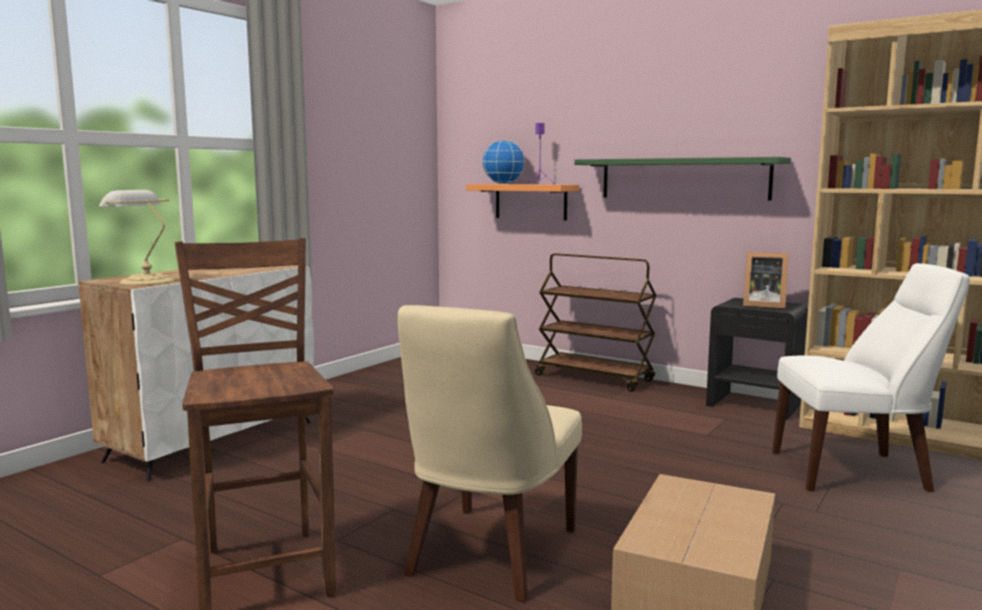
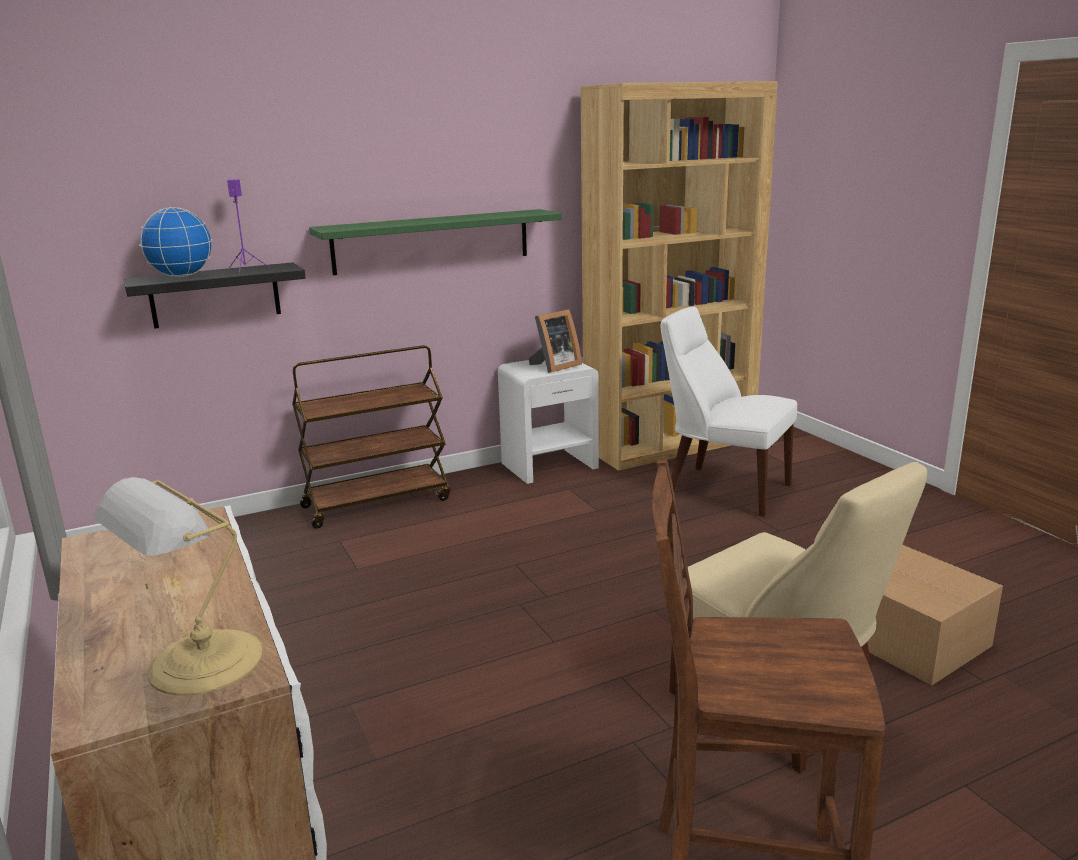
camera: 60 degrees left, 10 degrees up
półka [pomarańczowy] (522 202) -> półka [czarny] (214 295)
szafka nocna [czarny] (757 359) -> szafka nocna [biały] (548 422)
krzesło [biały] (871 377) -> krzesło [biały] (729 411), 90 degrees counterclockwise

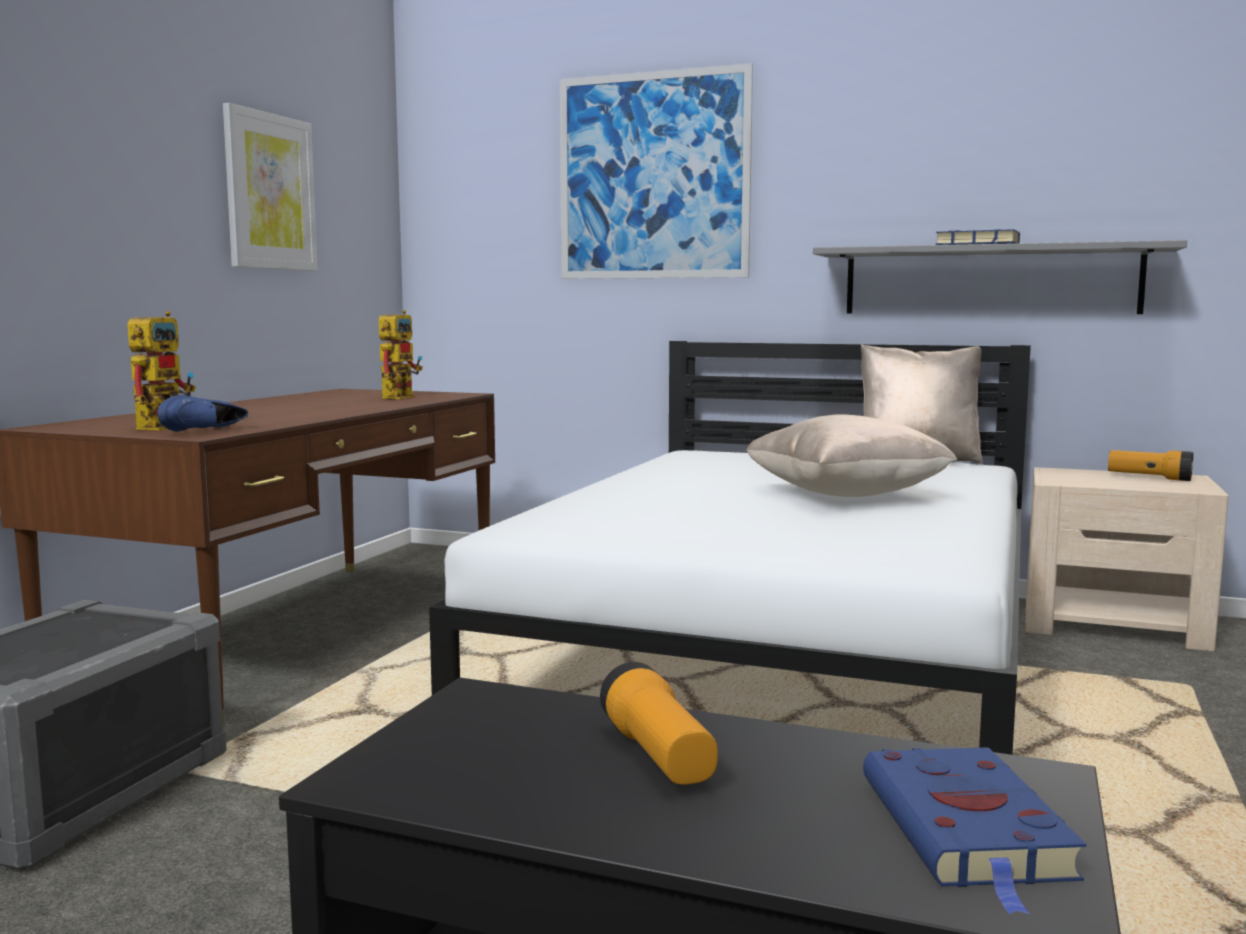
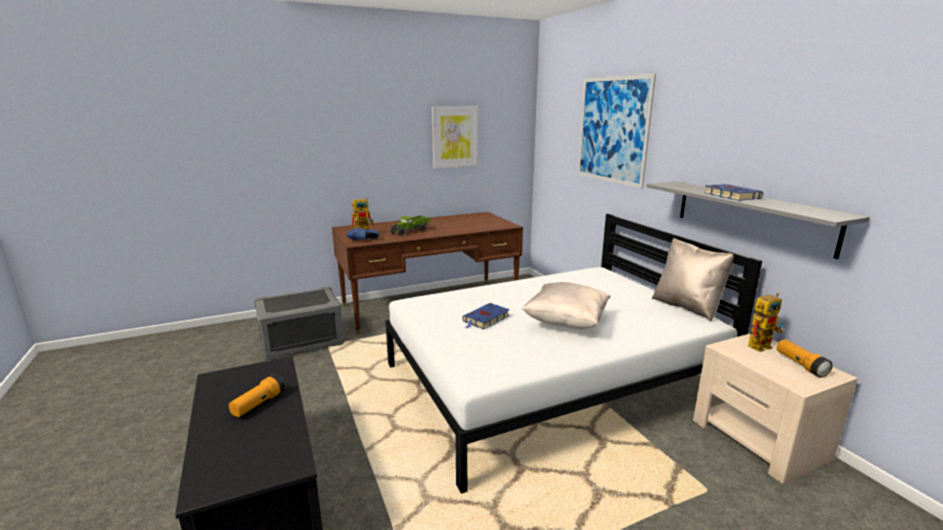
camera: 45 degrees right, 10 degrees up
none -> ciężarówka zabawkowa (410 226)
robot zabawkowy (401 354) -> robot zabawkowy (766 322), shifted
książka [niebieski] (974 830) -> książka [niebieski] (486 316), shifted

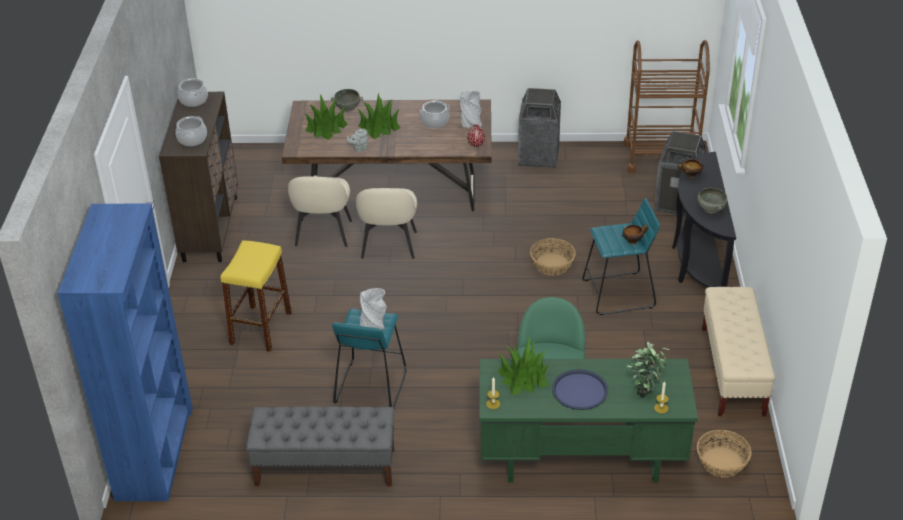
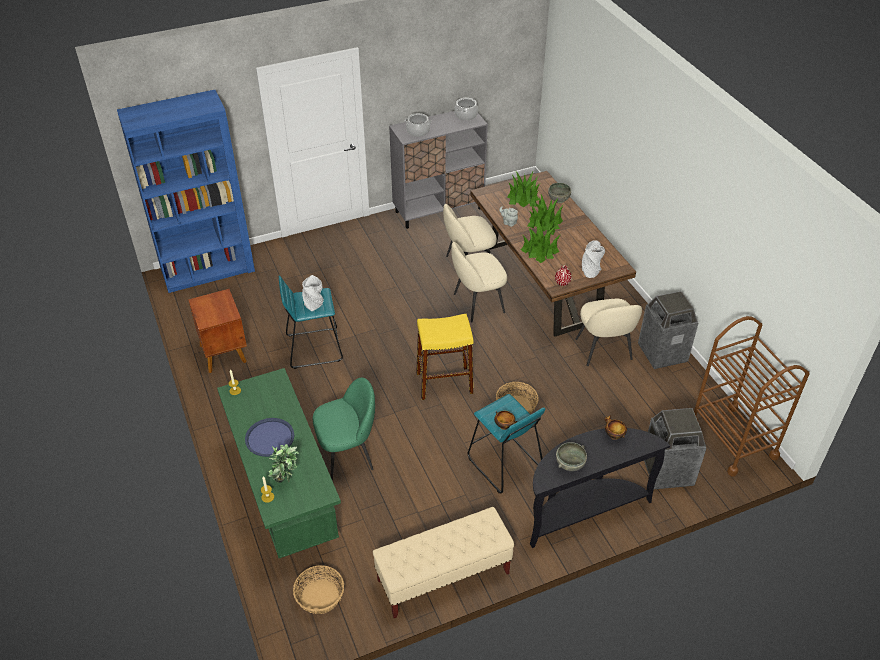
camera: 65 degrees right, 5 degrees up
garnek (434 114) -> none
none -> krzesło [beżowy] (608 332)
stołek [żółty] (256 296) -> stołek [żółty] (444 357), shifted
roślina doniczkowa (524 365) -> roślina doniczkowa (540 241), shifted
ławka [szary] (320 446) -> szafka nocna [brązowy] (217 331)
szafka [brązowy] (198 177) -> szafka [szary] (438 170)

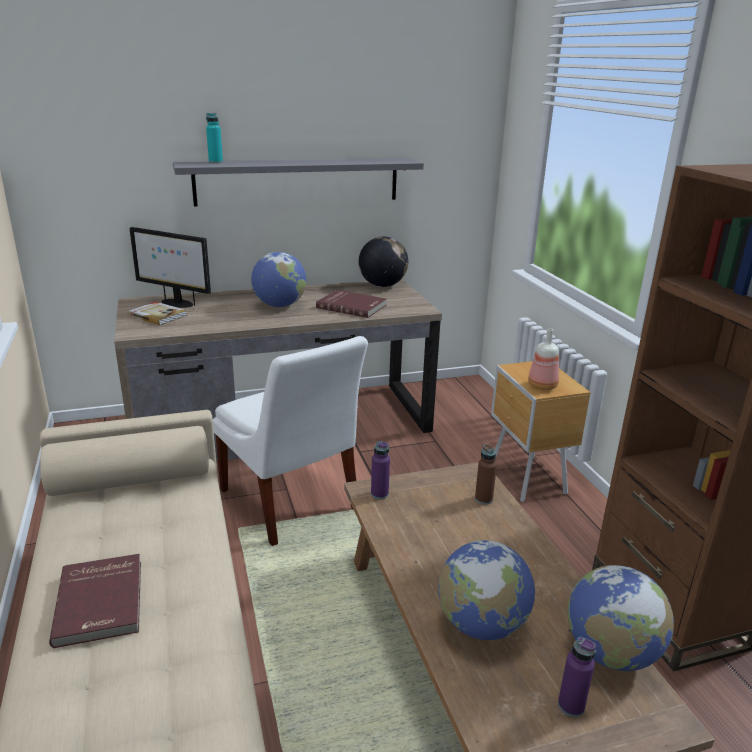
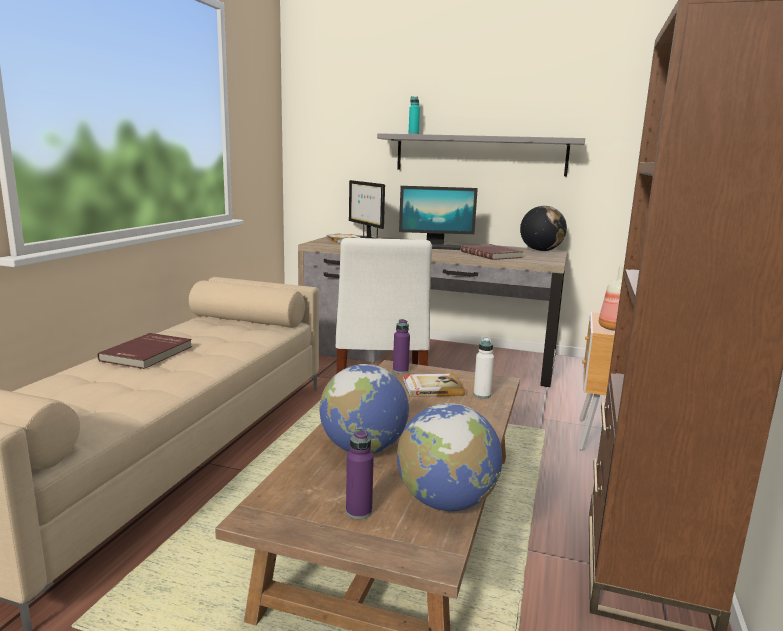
camera: 35 degrees right, 10 degrees down
none -> książka (434 385)
globus (278 279) -> monitor (438 218)
butelka [brązowy] (486 474) -> butelka [biały] (484 368)

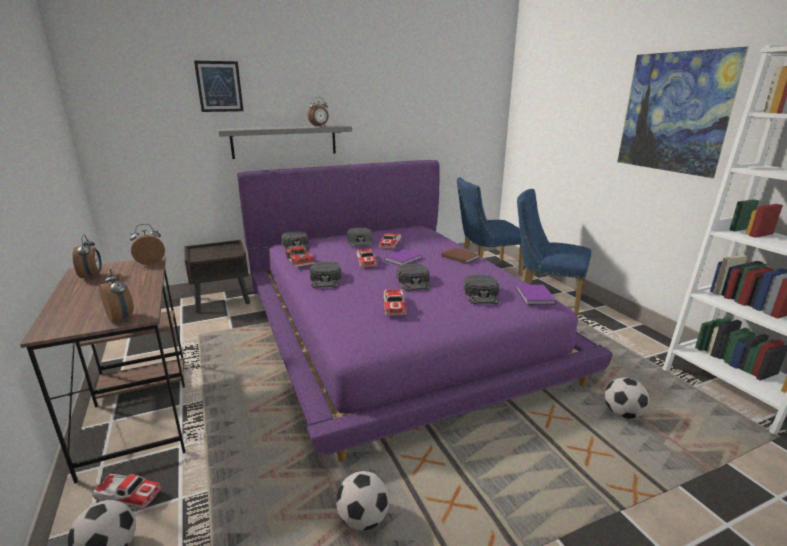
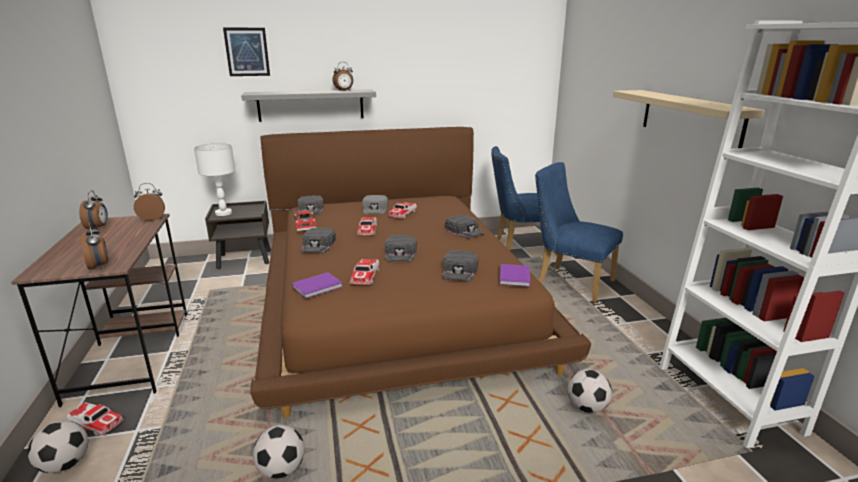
camera: 10 degrees right, 0 degrees up
none -> lampa stołowa [biały] (214 179)
książka [fioletowy] (403 257) -> książka [fioletowy] (317 285), shifted
książka [brązowy] (460 256) -> czapka z daszkiem [czarny] (465 227)
obraz (683 112) -> półka [beżowy] (689 119)
łóżko [fioletowy] (424 311) -> łóżko [brązowy] (420 272)

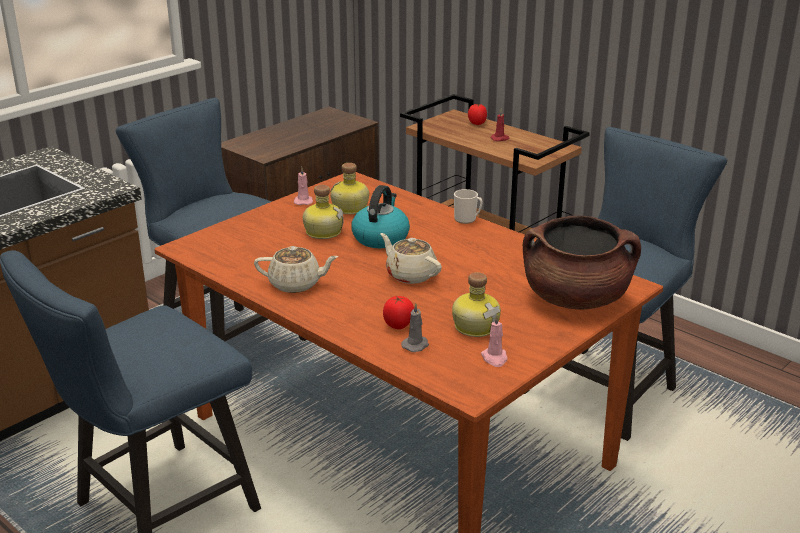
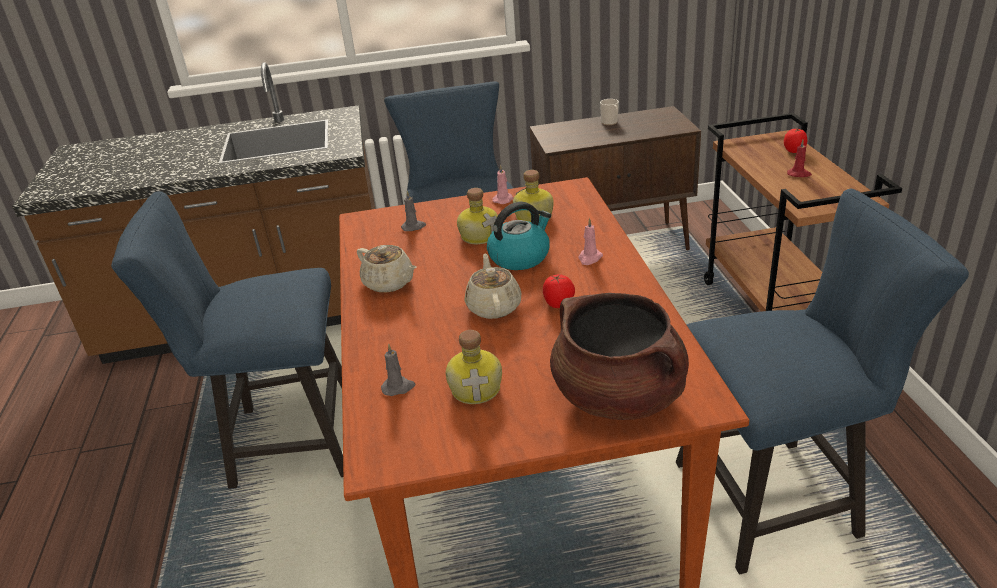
camera: 40 degrees right, 5 degrees up
none -> świeca [szary] (413 211)
pomidor (398 312) -> pomidor (559 291), shifted
kubek (468 206) -> kubek (609 112), shifted
świeca [różowy] (494 340) -> świeca [różowy] (590 241), shifted

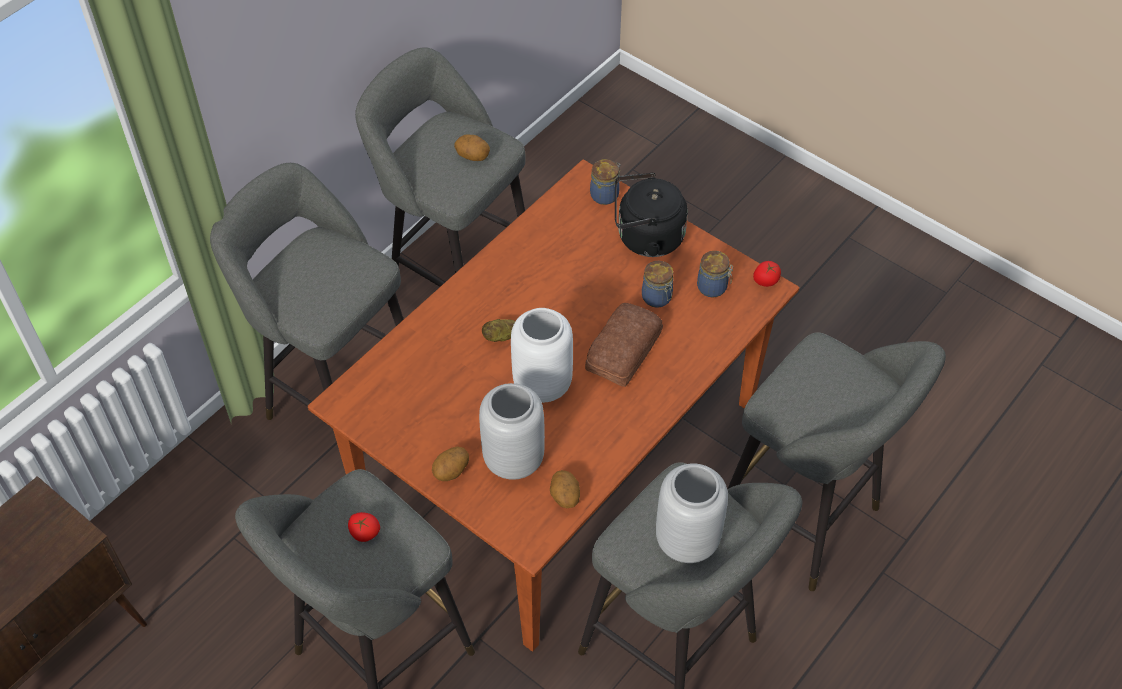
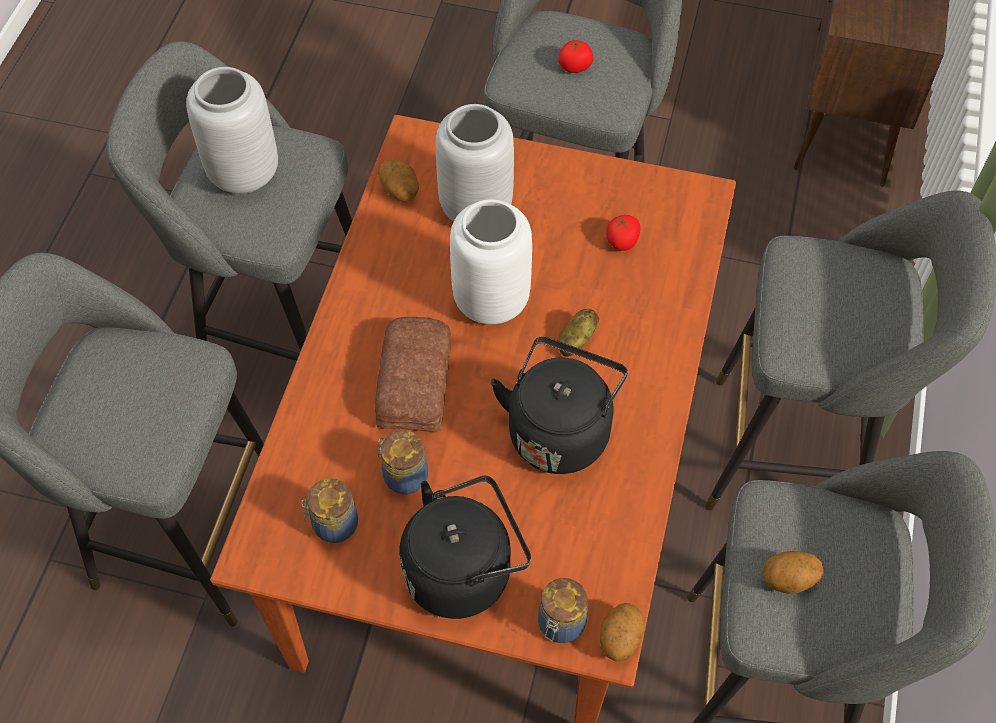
camera: 155 degrees right, 5 degrees up
none -> czajnik [czarny] (559 405)
ziemniak (450 463) -> ziemniak (622 632), shifted
pomidor (767 274) -> pomidor (623 233), shifted

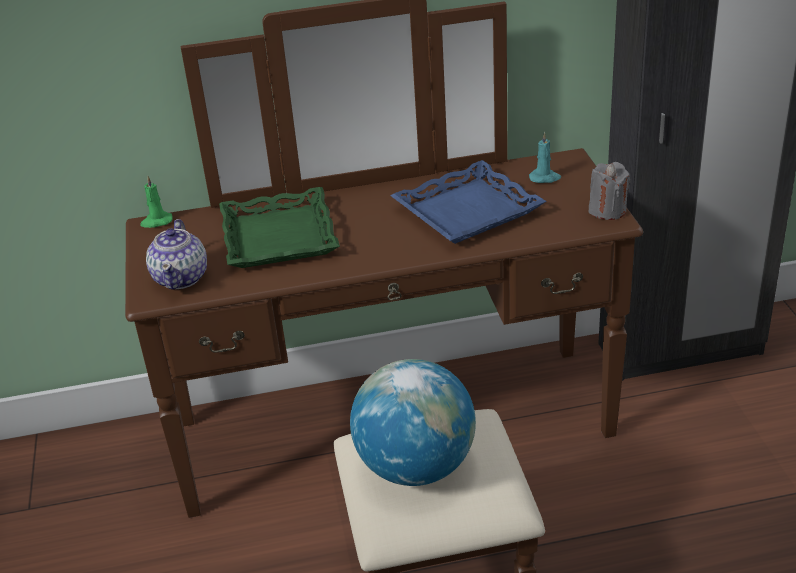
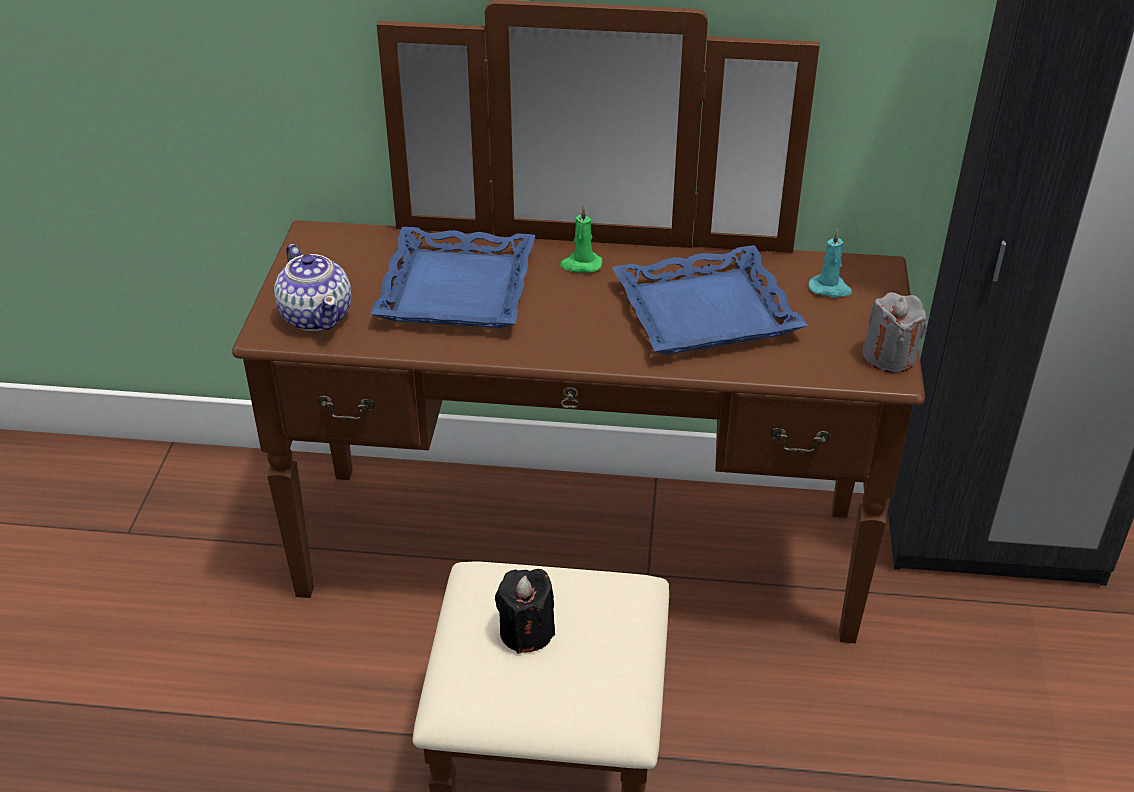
camera: 15 degrees right, 5 degrees up
świeca [zielony] (156 202) -> świeca [zielony] (581 239), shifted
globus (413 422) -> świeca [czarny] (525 611)
taca [zielony] (279 227) -> taca [niebieski] (452 277)
imbryk (176 254) -> imbryk (313 287), 45 degrees counterclockwise

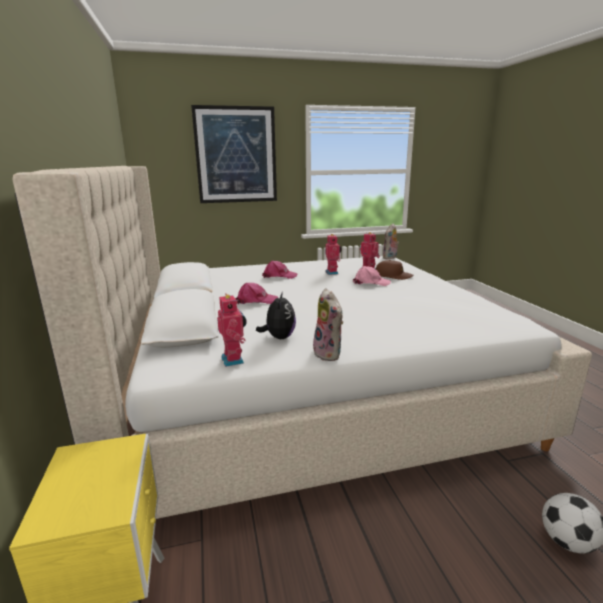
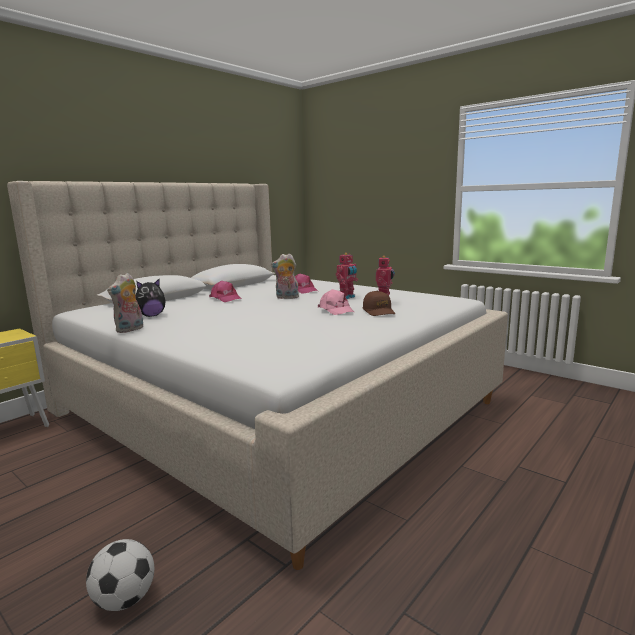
camera: 55 degrees right, 5 degrees down
obraz (234 154) -> none
robot zabawkowy (232 330) -> none
pluszak (391 242) -> pluszak (285 276), shifted

